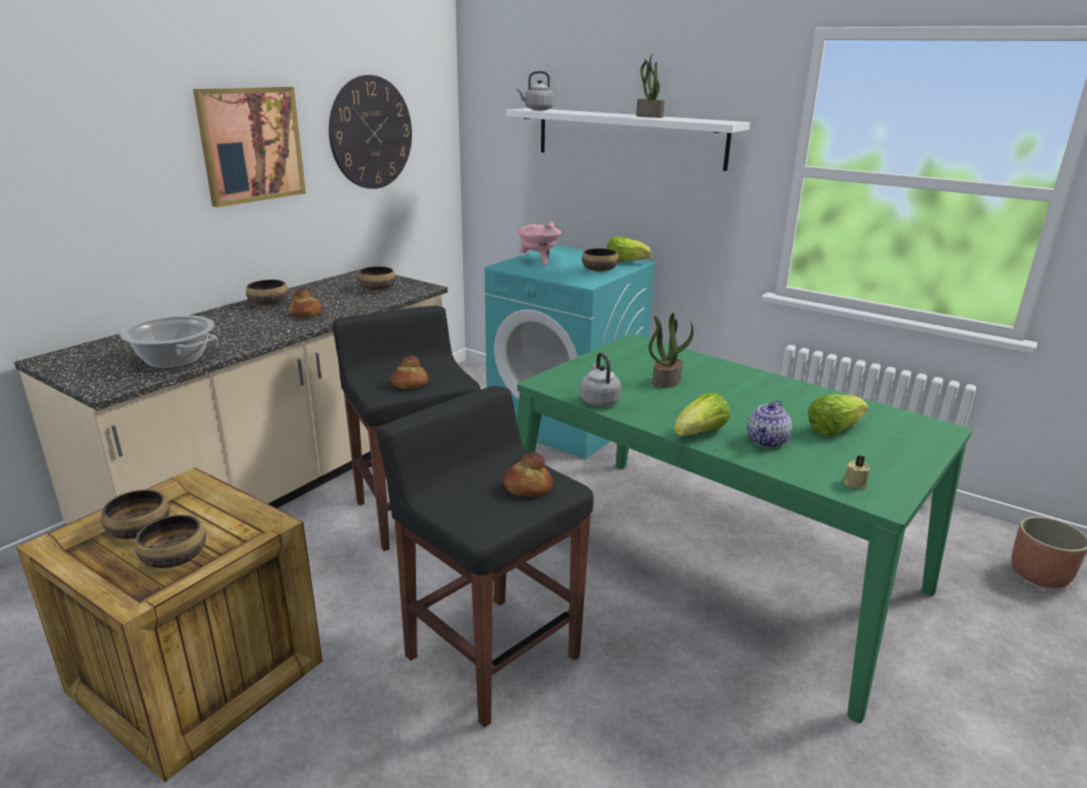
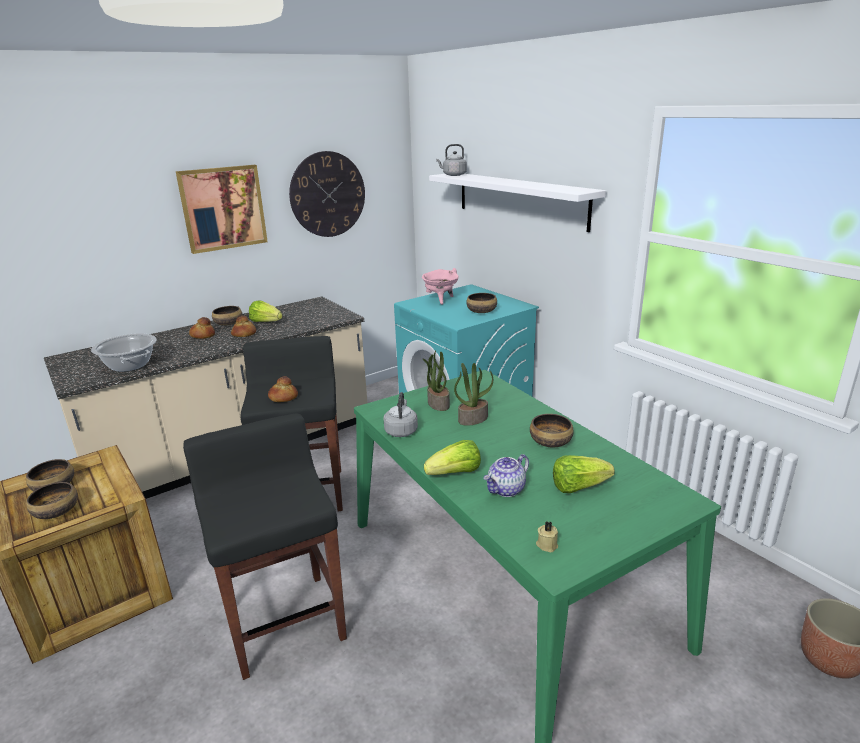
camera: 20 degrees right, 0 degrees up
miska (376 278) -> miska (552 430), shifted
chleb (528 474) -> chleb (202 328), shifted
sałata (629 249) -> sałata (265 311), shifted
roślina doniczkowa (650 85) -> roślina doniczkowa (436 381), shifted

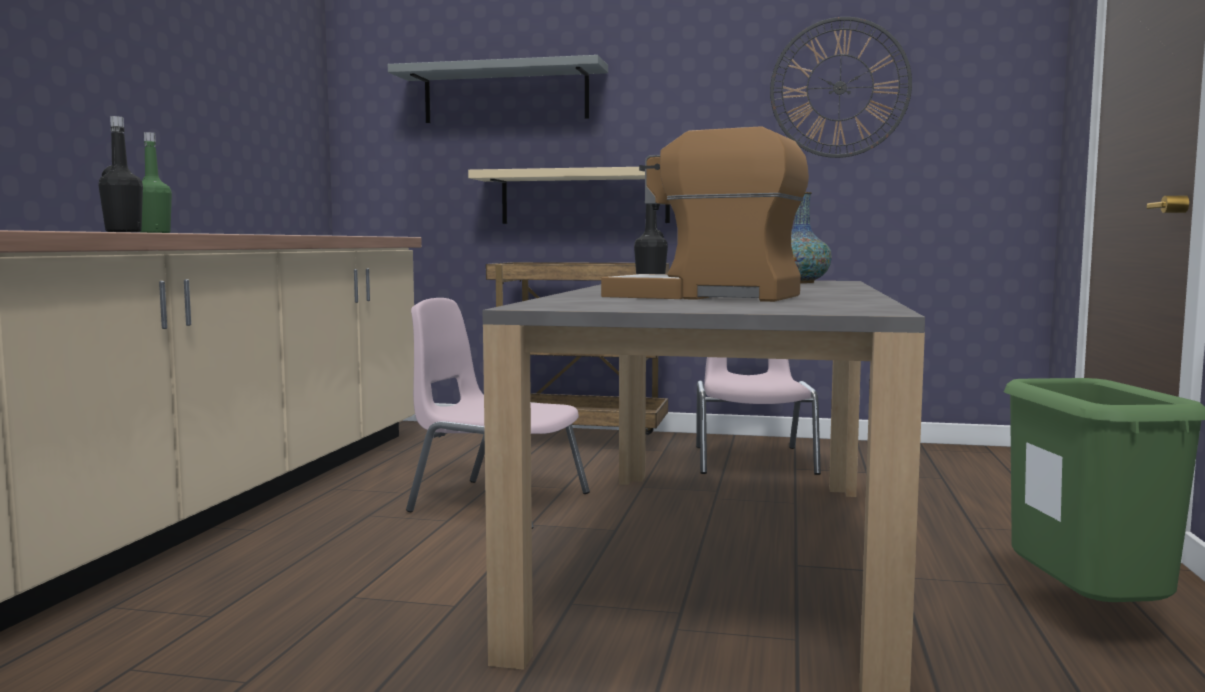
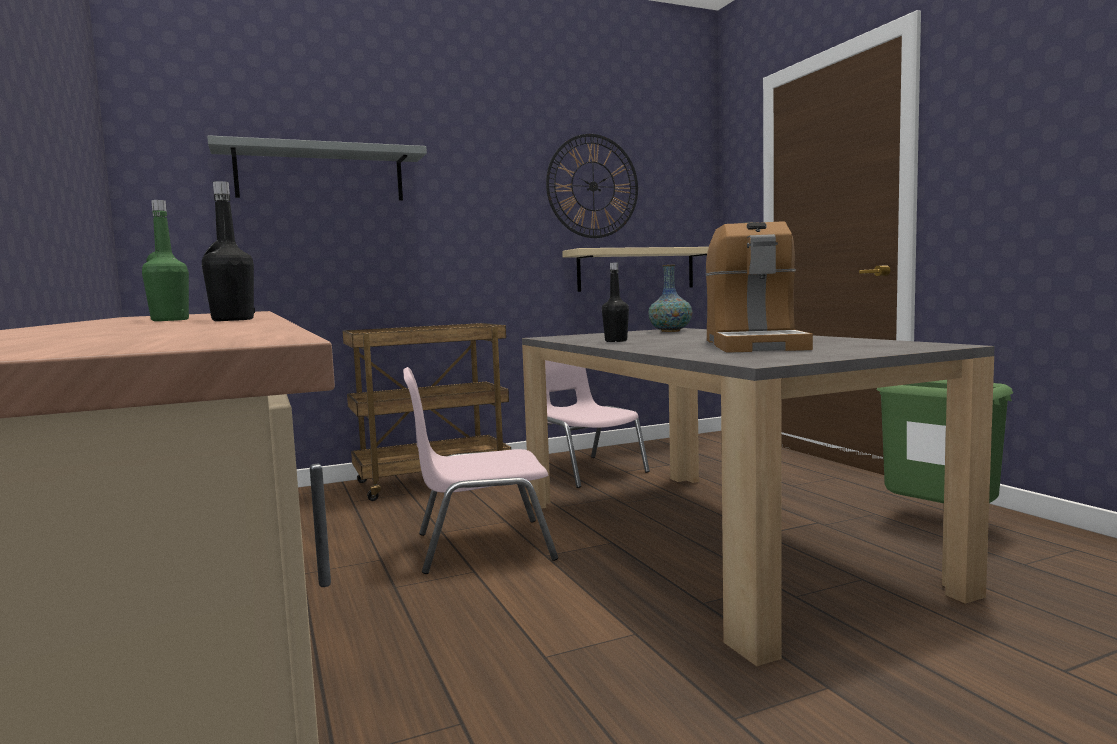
camera: 35 degrees left, 0 degrees up
półka [beżowy] (569 195) -> półka [beżowy] (635 269), shifted
ekspres do kawy (705 214) -> ekspres do kawy (759 287), 75 degrees counterclockwise

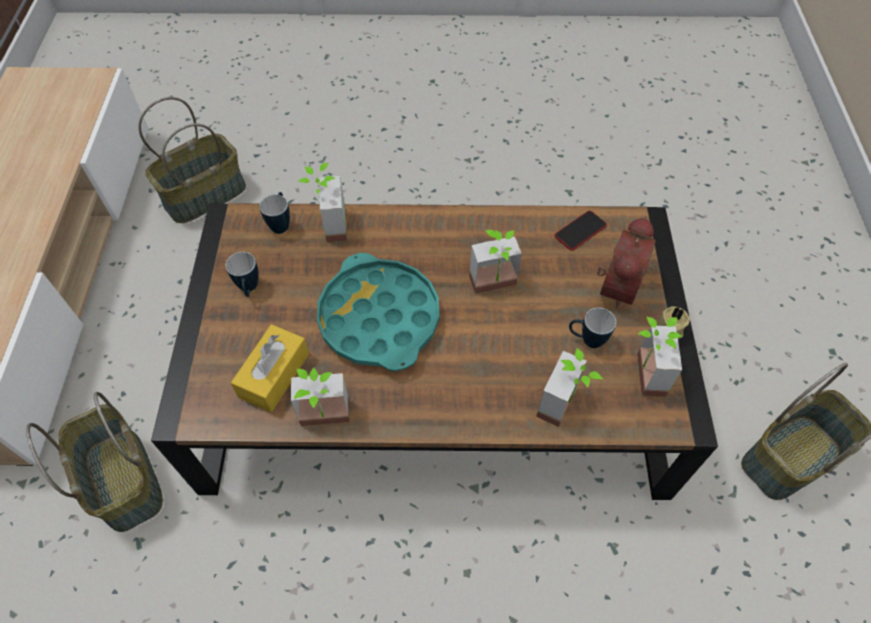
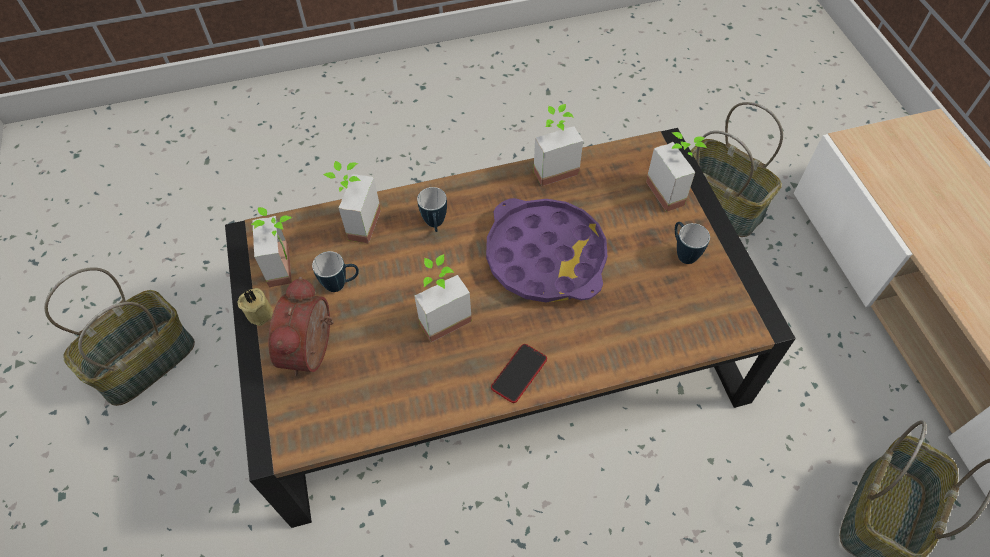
camera: 165 degrees right, 0 degrees up
pudełko chusteczek [żółty] (270 368) -> none
kubek (274 213) -> kubek (432 209), shifted
roślina doniczkowa (322 202) -> roślina doniczkowa (676 172), shifted
telefon (581 230) -> telefon (519 373), shifted
taca [turkusowy] (378 312) -> taca [fioletowy] (546 250)

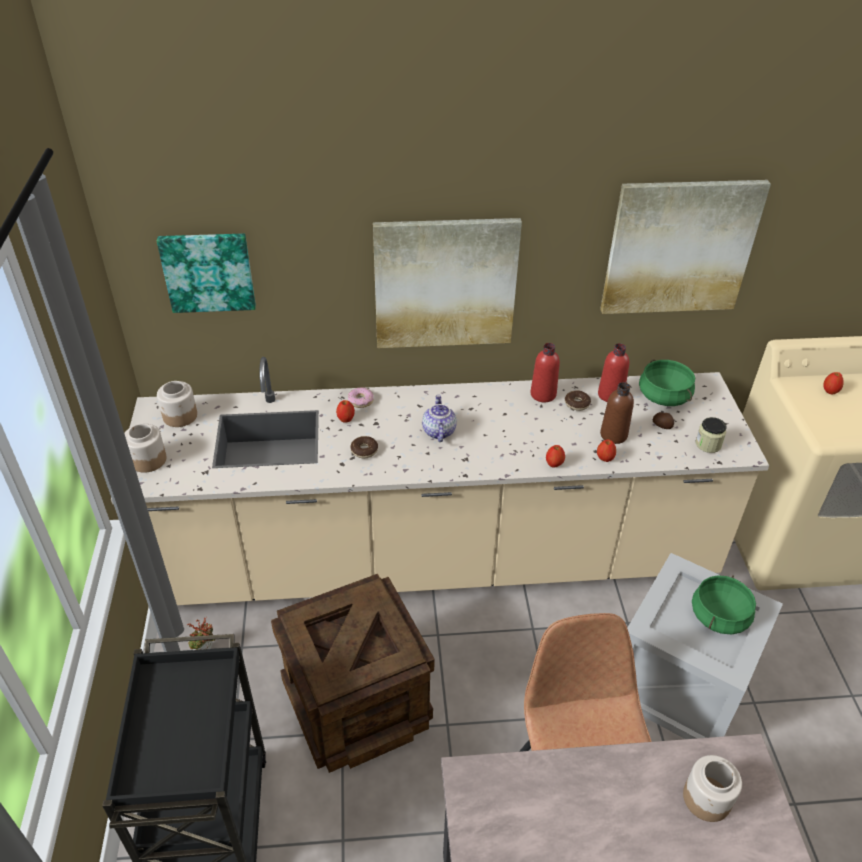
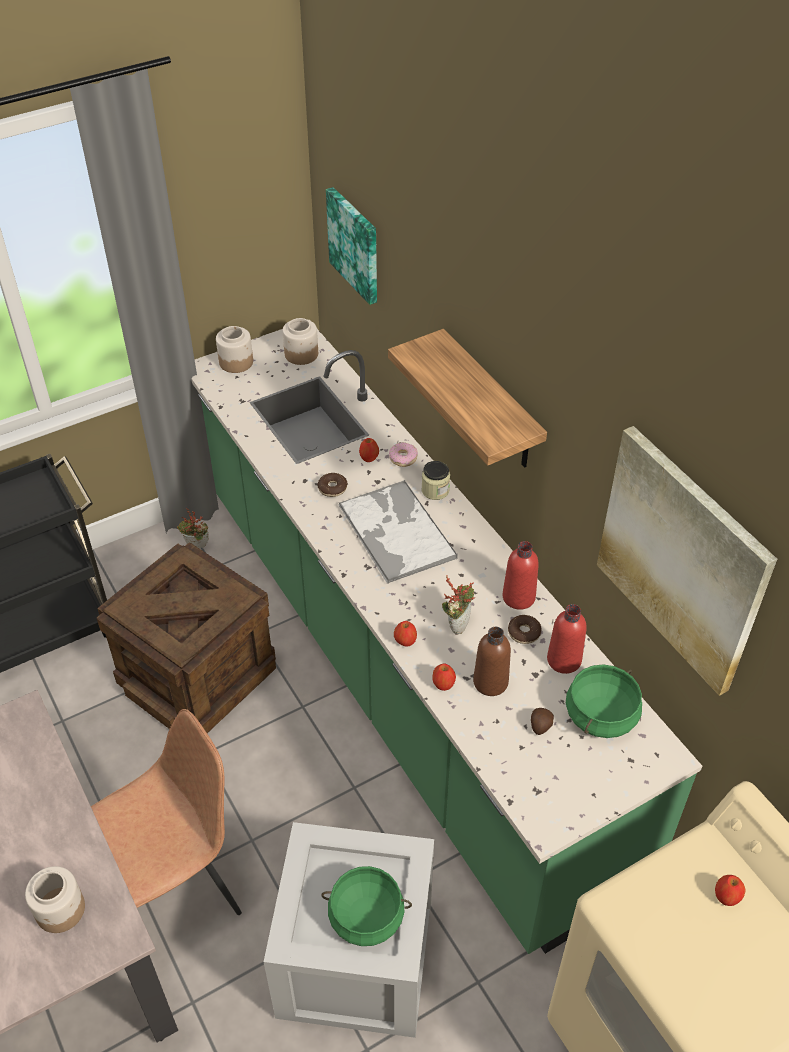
camera: 65 degrees right, 5 degrees up
none -> roślina doniczkowa (458 605)
słoik (711 435) -> słoik (436 480), shifted
obraz (447 283) -> półka (467 398)
imbryk (439 418) -> taca (398 531)
zabudowa kuchenna [beżowy] (440 481) -> zabudowa kuchenna [zielony] (446 641)

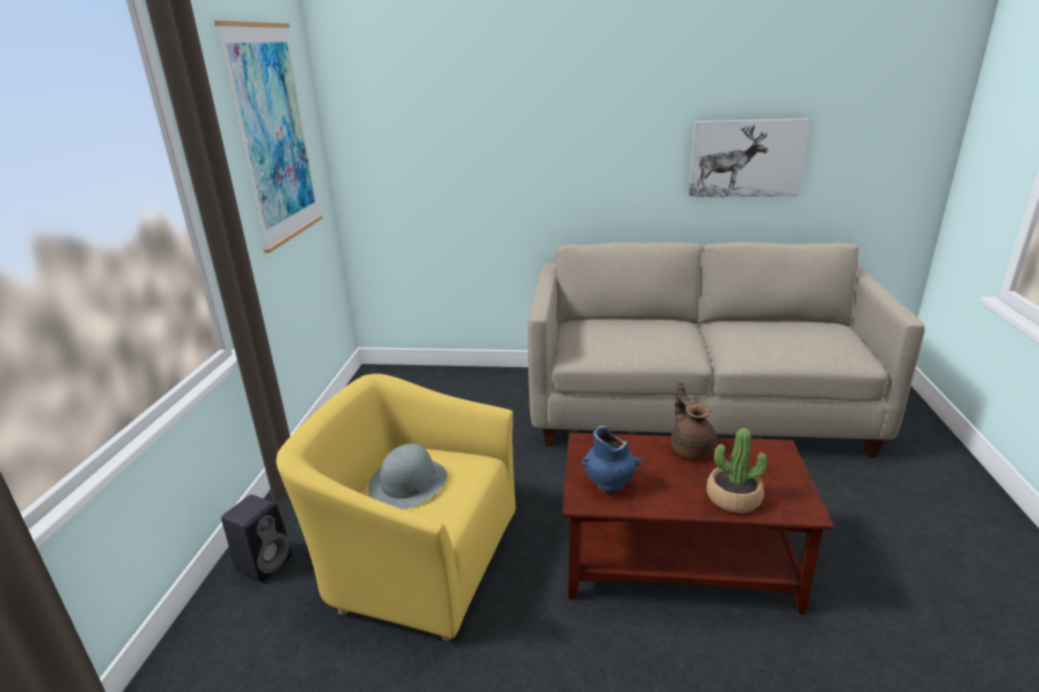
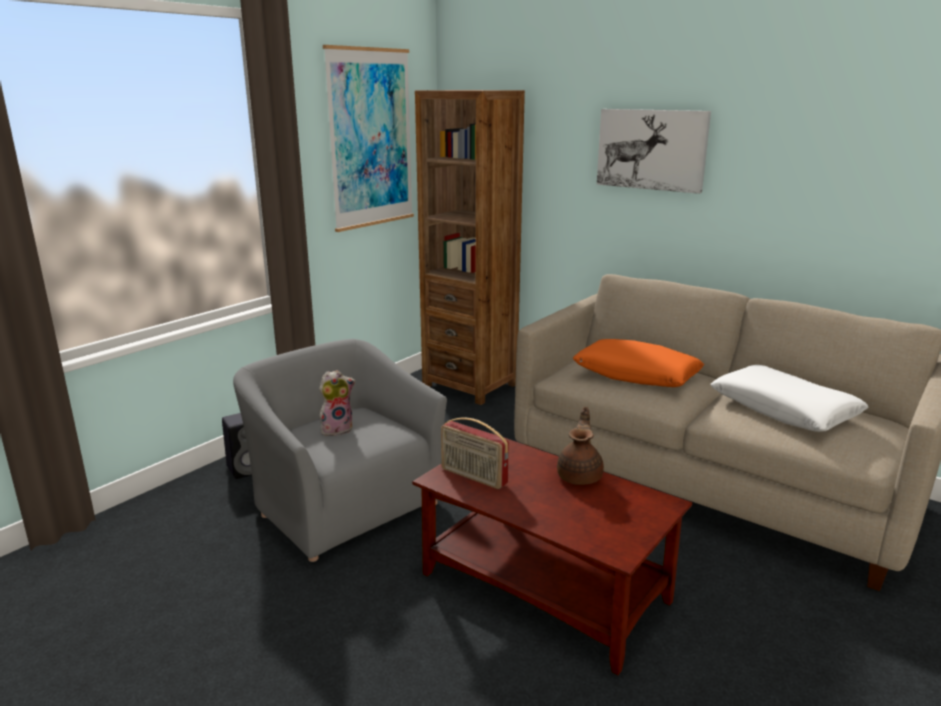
camera: 30 degrees right, 5 degrees down
roślina doniczkowa (737 470) -> none
none -> regał [brązowy] (470 247)
none -> poduszka [pomarańczowy] (638 363)
none -> poduszka [biały] (789 398)
obraz (749 157) -> obraz (654 151), shifted
kapelusz [szary] (407 476) -> pluszak (337 403)
wazon [niebieski] (612 459) -> radio (475 453)
fotel [żółty] (396 507) -> fotel [szary] (340 450)

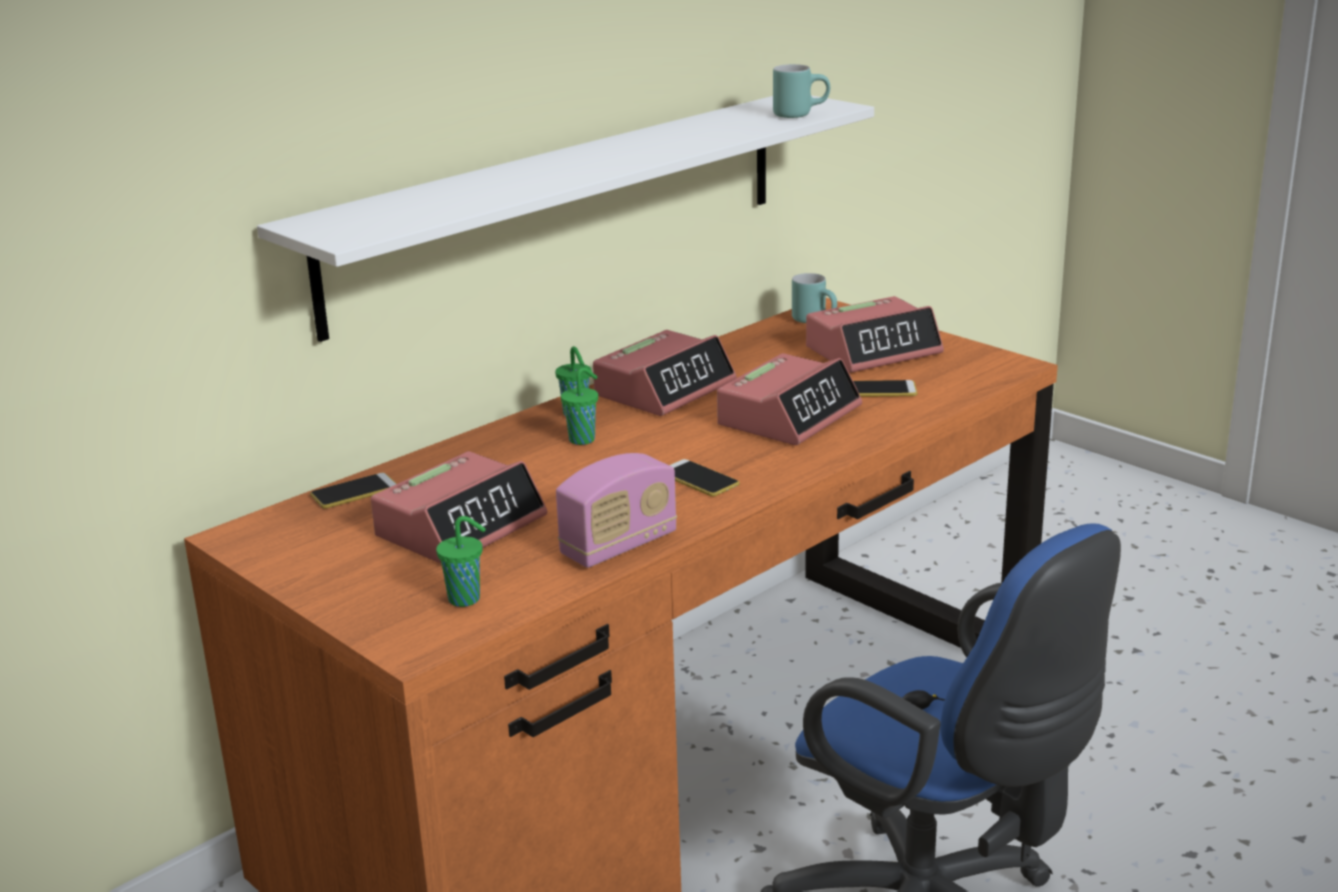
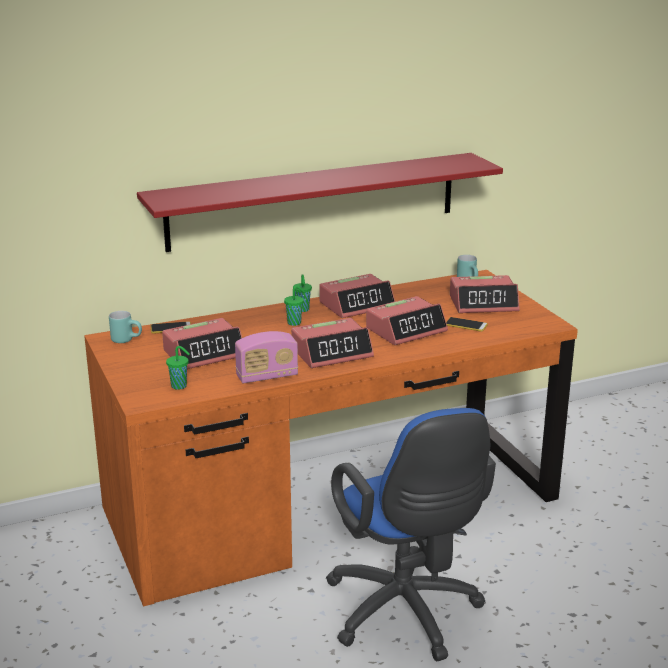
camera: 20 degrees right, 0 degrees up
kubek [turkusowy] (801 91) -> kubek [turkusowy] (125 327), shifted
telefon (704 478) -> budzik (332 343)
półka [biały] (565 218) -> półka [czerwony] (320 202)

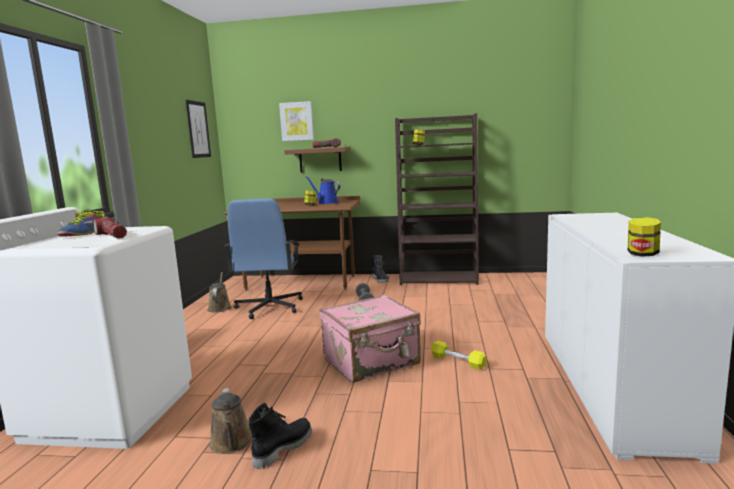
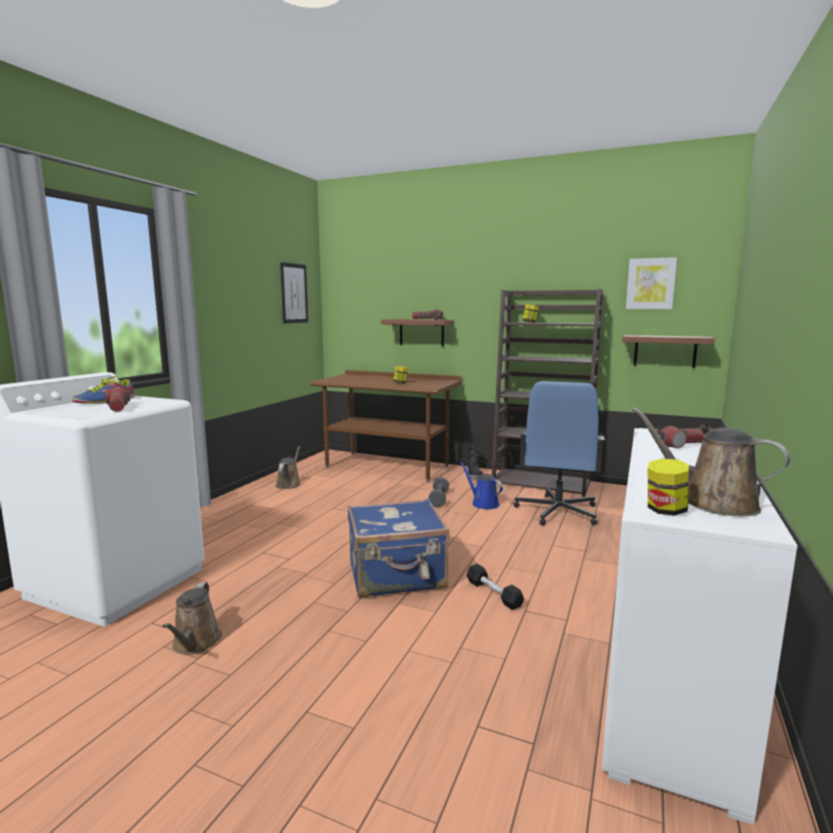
camera: 15 degrees right, 0 degrees up
but z cholewką [czarny] (280 435) -> none
none -> półka (668 351)
none -> konewka [brązowy] (711 461)
none -> latarka (685 437)
krzesło biurowe [niebieski] (263 259) -> krzesło biurowe [niebieski] (559 453), shifted
obraz (296 121) -> obraz (651 283), shifted
konewka [niebieski] (323 190) -> konewka [niebieski] (482 485), shifted
walizka [różowy] (370 338) -> walizka [niebieski] (398 548)
hantel [żółty] (459 355) -> hantel [czarny] (495 587)

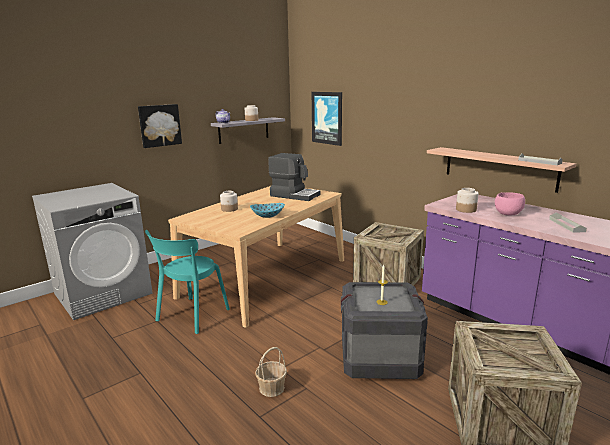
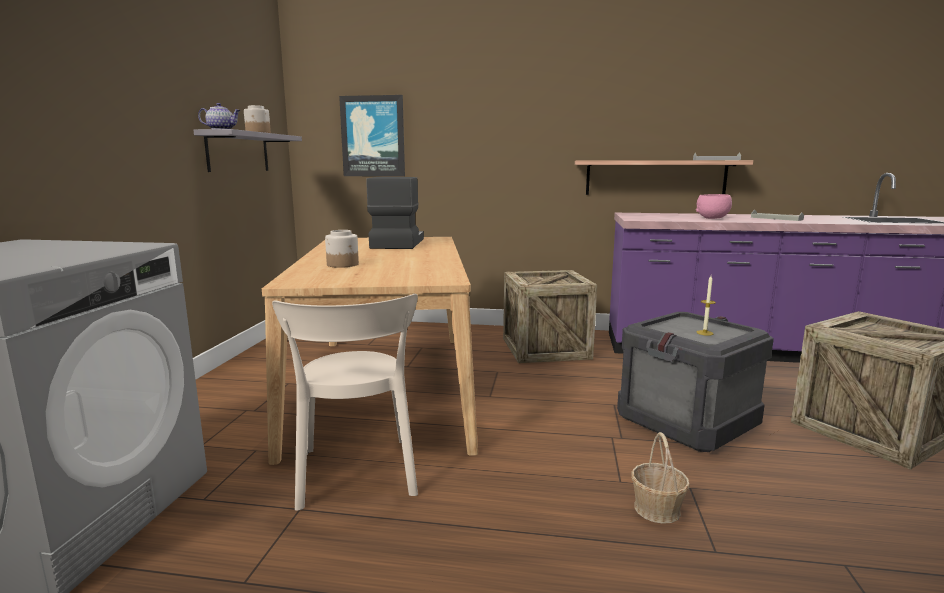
camera: 40 degrees left, 5 degrees down
obraz (160 126) -> none
miska (267 210) -> none
słoik (467 200) -> none
krzesło [turkusowy] (187 282) -> krzesło [beżowy] (345 402)
ekspres do kawy (294 177) -> ekspres do kawy (395 213), 75 degrees counterclockwise

